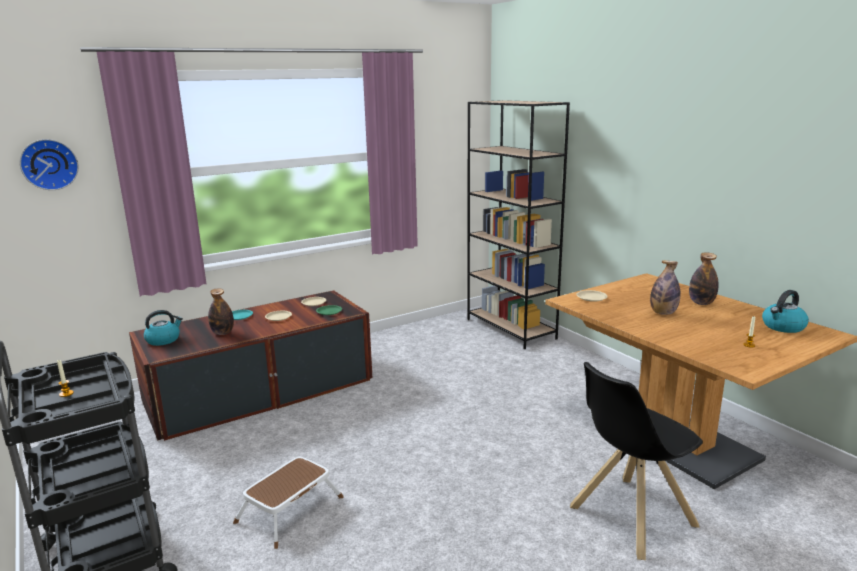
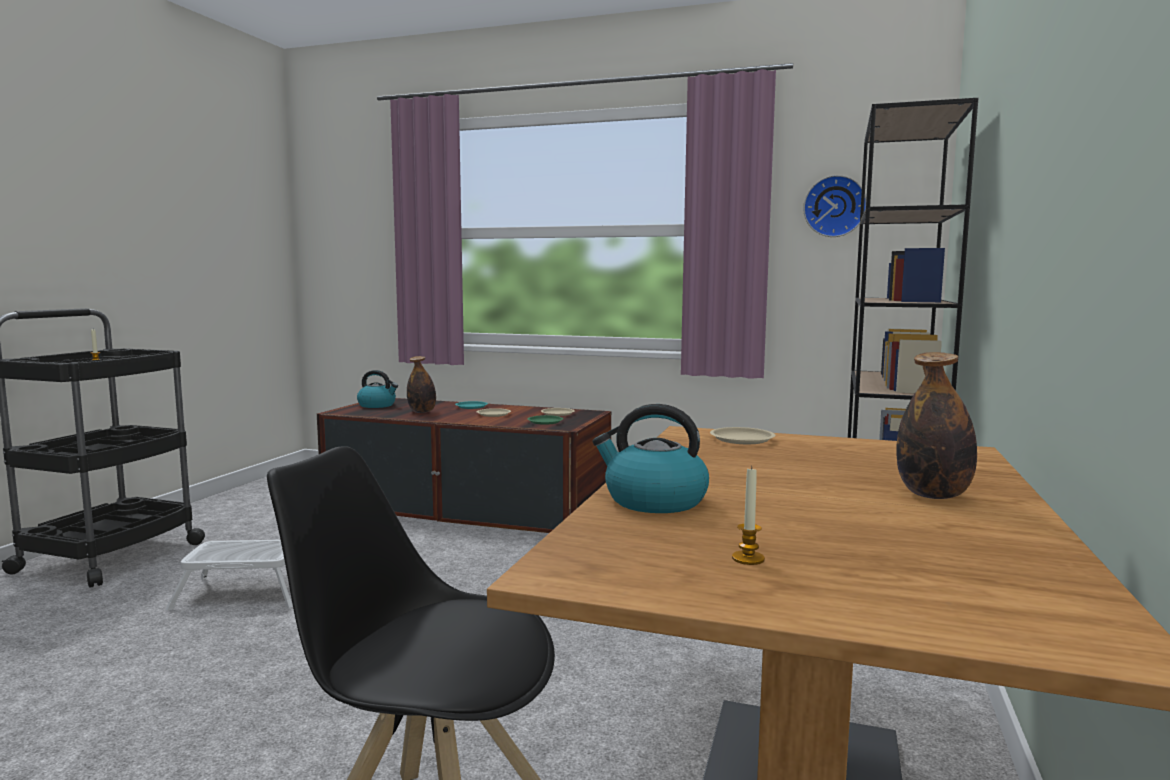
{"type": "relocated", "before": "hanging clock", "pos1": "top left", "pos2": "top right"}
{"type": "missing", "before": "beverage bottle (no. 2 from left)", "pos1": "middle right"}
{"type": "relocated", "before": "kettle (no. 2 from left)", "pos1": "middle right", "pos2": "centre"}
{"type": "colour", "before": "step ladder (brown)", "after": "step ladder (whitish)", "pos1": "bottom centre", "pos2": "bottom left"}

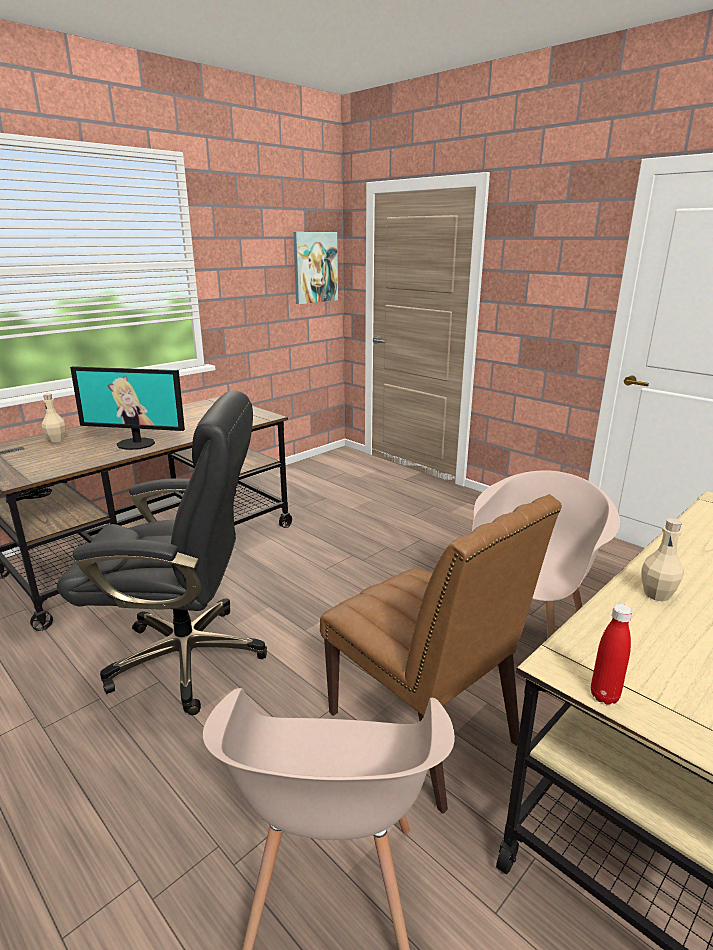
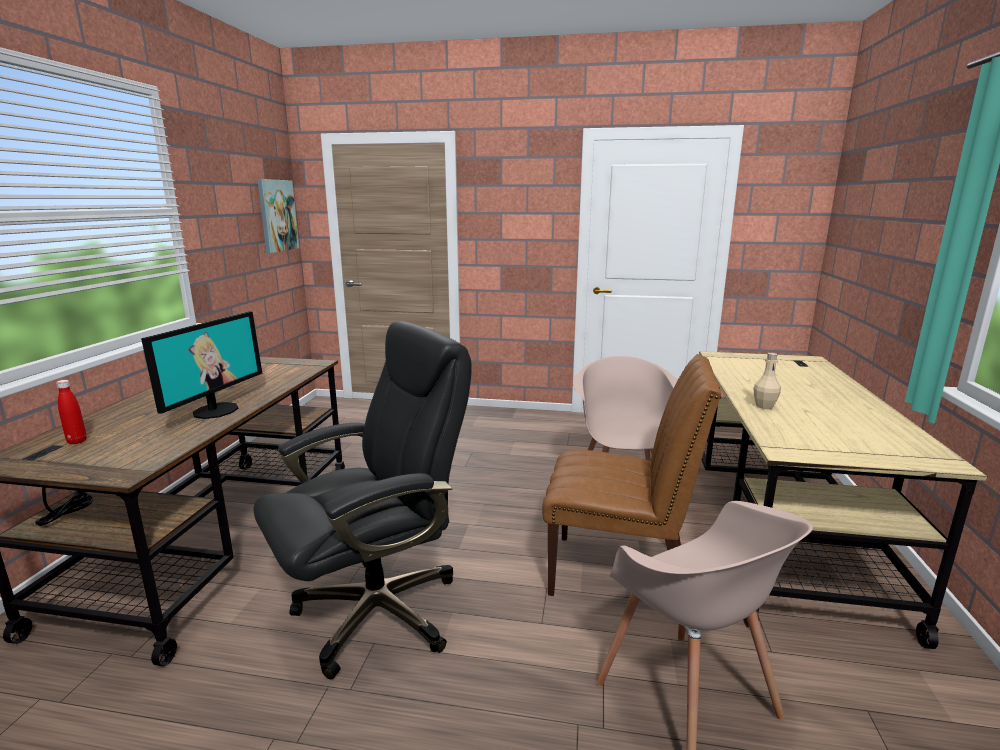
{"type": "spun", "before": "computer display", "pos1": "middle left", "pos2": "middle left", "turn": -45}
{"type": "missing", "before": "beverage bottle (sand-coloured) (no. 1 from left)", "pos1": "middle left"}
{"type": "relocated", "before": "beverage bottle (red-coloured)", "pos1": "bottom right", "pos2": "middle left"}

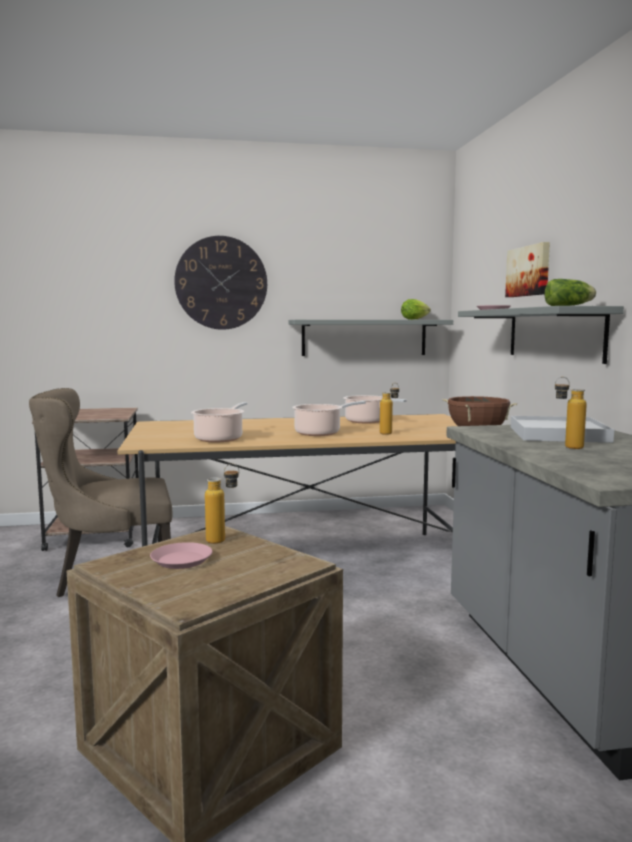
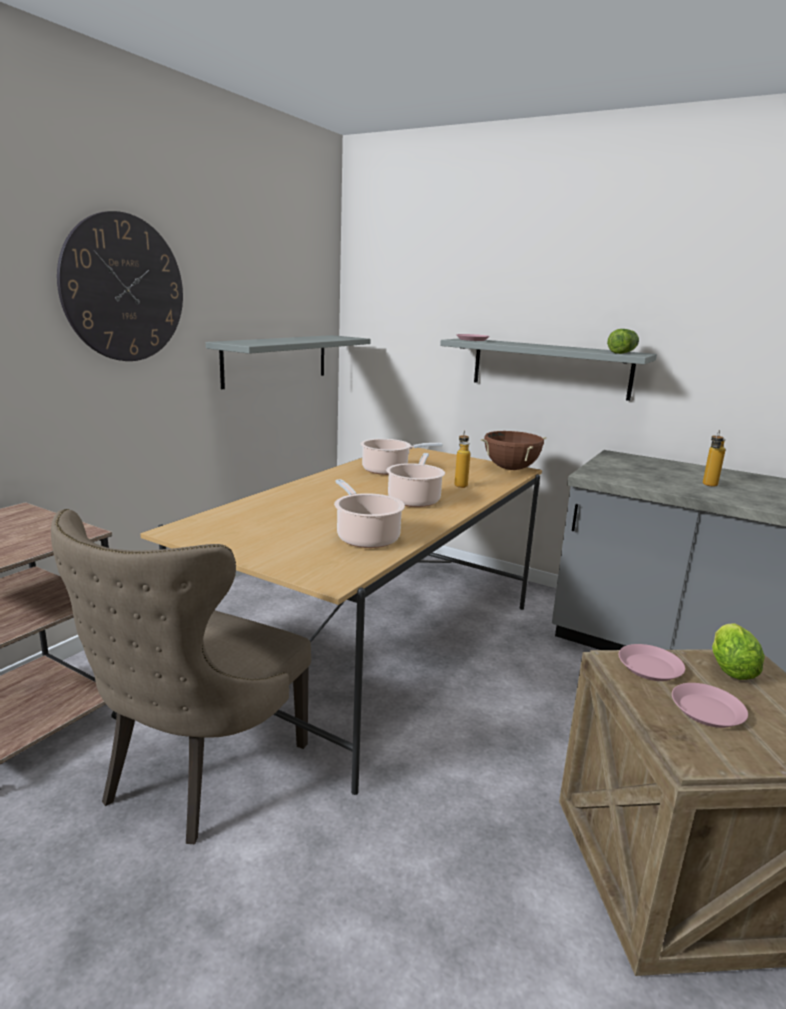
{"type": "missing", "before": "wall picture", "pos1": "top right"}
{"type": "relocated", "before": "lettuce head (no. 1 from left in the first image)", "after": "lettuce head (no. 2 from left)", "pos1": "centre", "pos2": "middle right"}
{"type": "missing", "before": "carrying tray (whitish)", "pos1": "middle right"}
{"type": "exchanged", "before": "beverage bottle (no. 1 from left)", "after": "flat dish (pinkish) (no. 2 from left)", "pos1": "centre", "pos2": "middle right"}

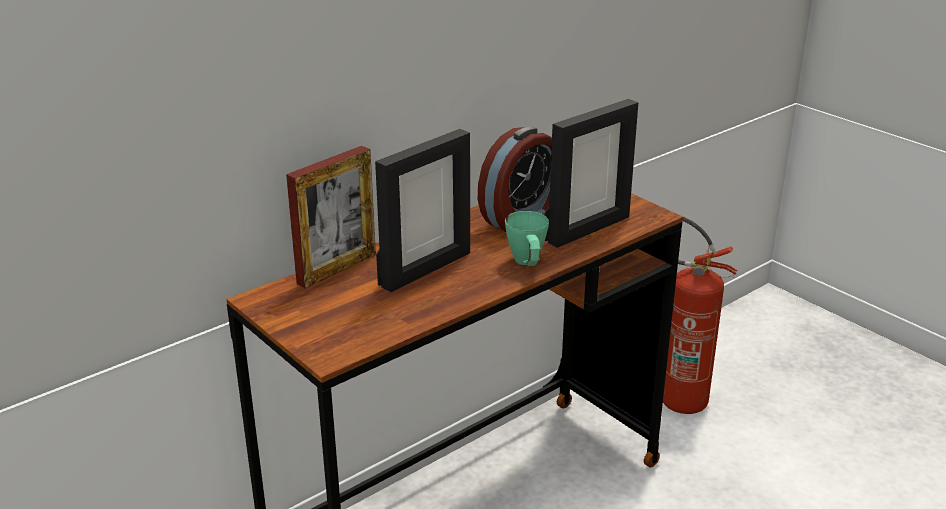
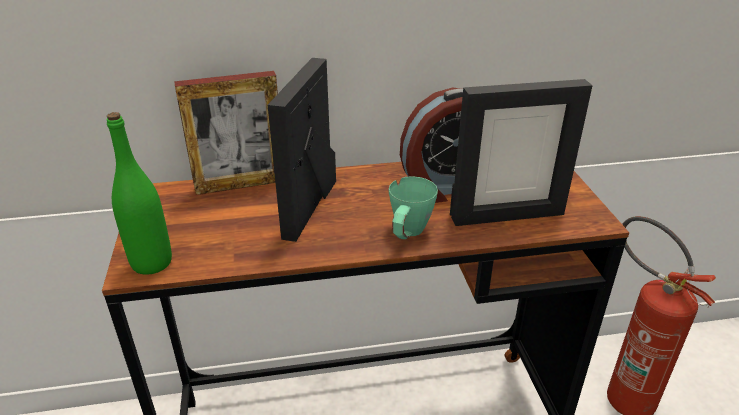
{"type": "spun", "before": "photo frame (no. 2 from left)", "pos1": "centre", "pos2": "centre", "turn": 120}
{"type": "appeared", "after": "beverage bottle (green)", "pos2": "middle left"}

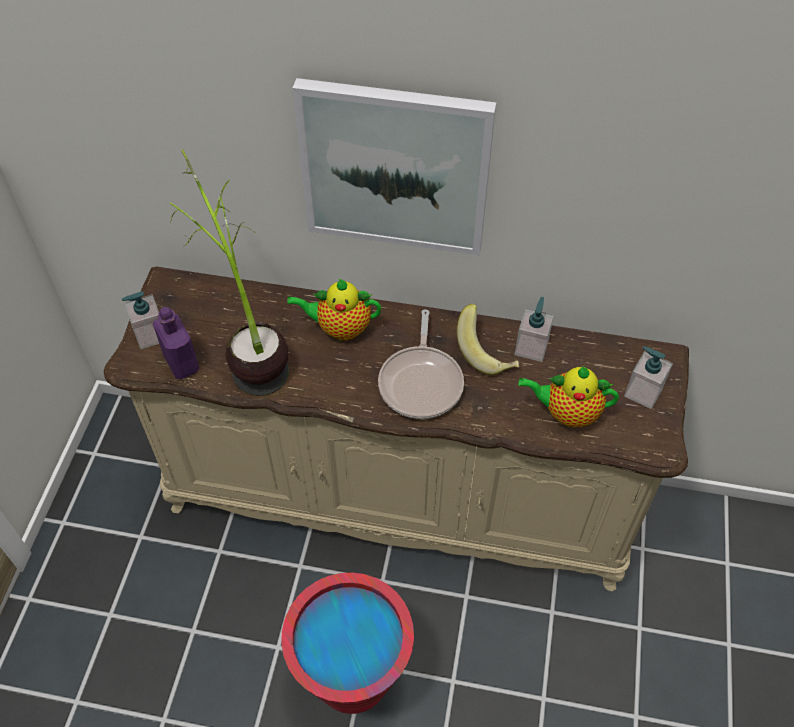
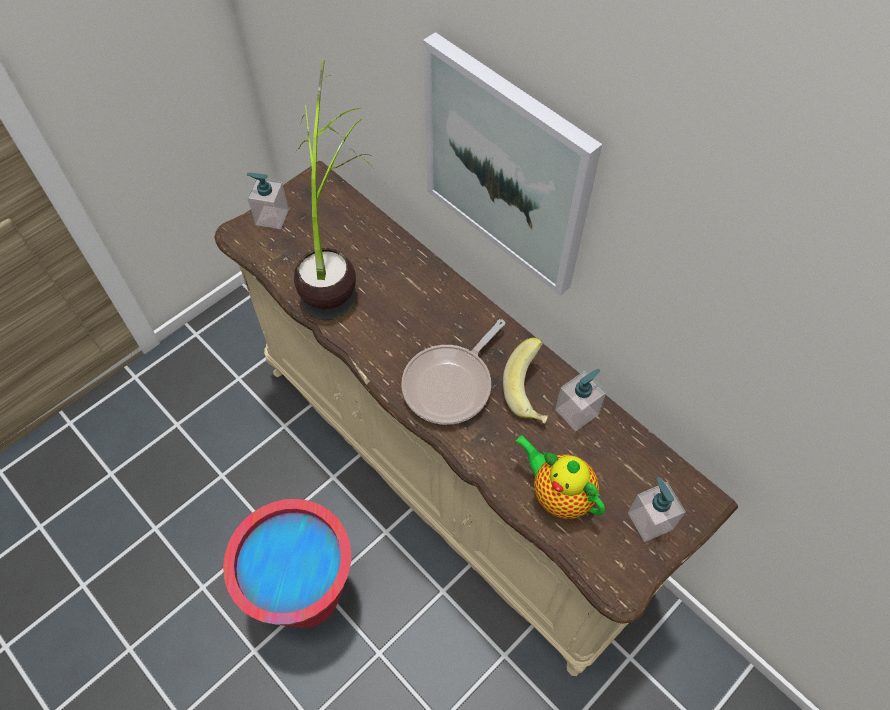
{"type": "missing", "before": "tea pot (no. 1 from left)", "pos1": "centre"}
{"type": "missing", "before": "beverage bottle (purple)", "pos1": "middle left"}

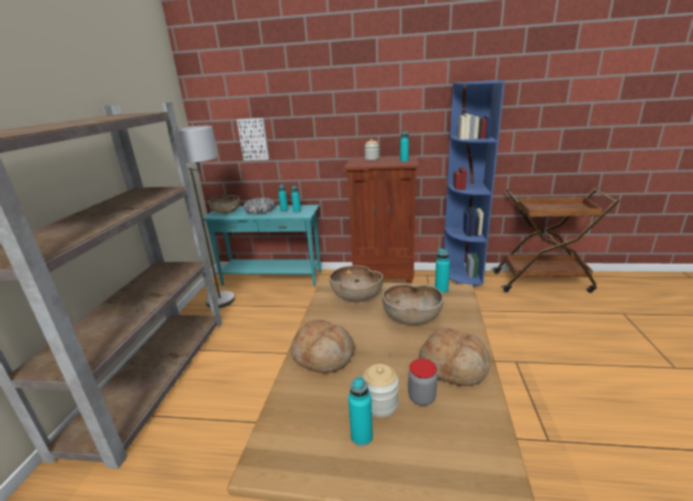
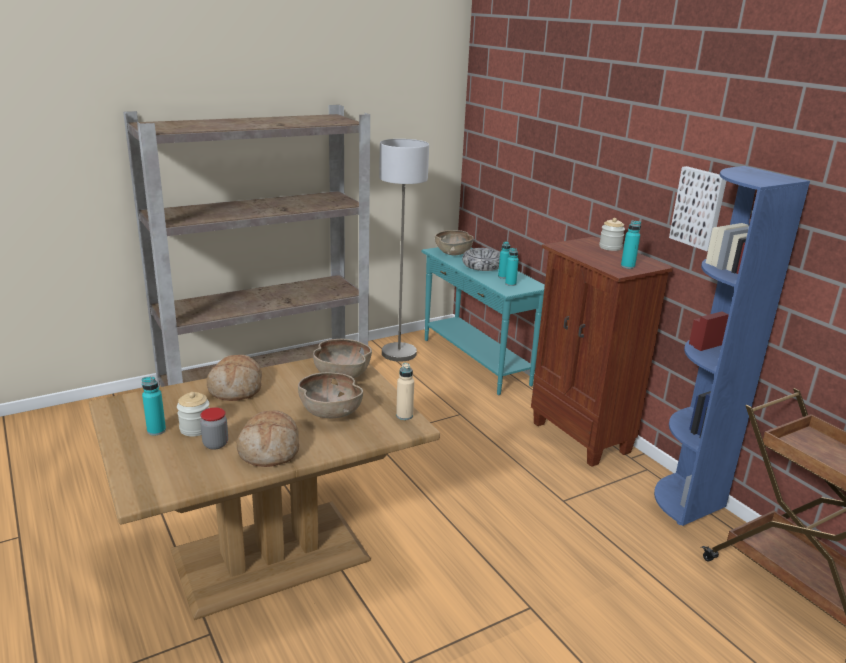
{"type": "relocated", "before": "wall picture", "pos1": "top centre", "pos2": "top right"}
{"type": "colour", "before": "beverage bottle (turquoise) (no. 5 from left)", "after": "beverage bottle (sand-coloured)", "pos1": "centre", "pos2": "centre"}

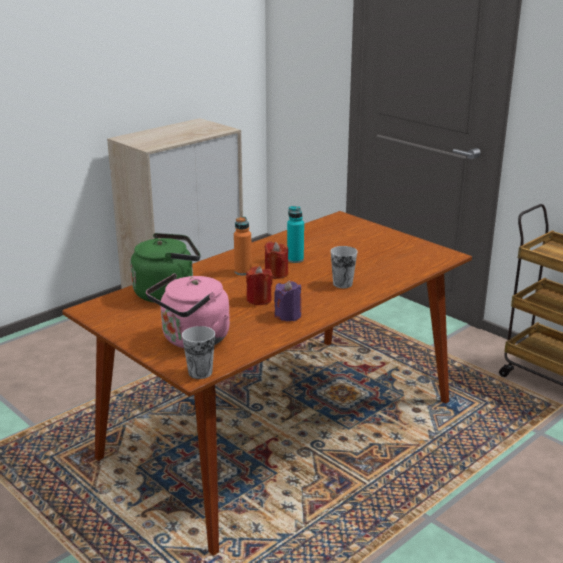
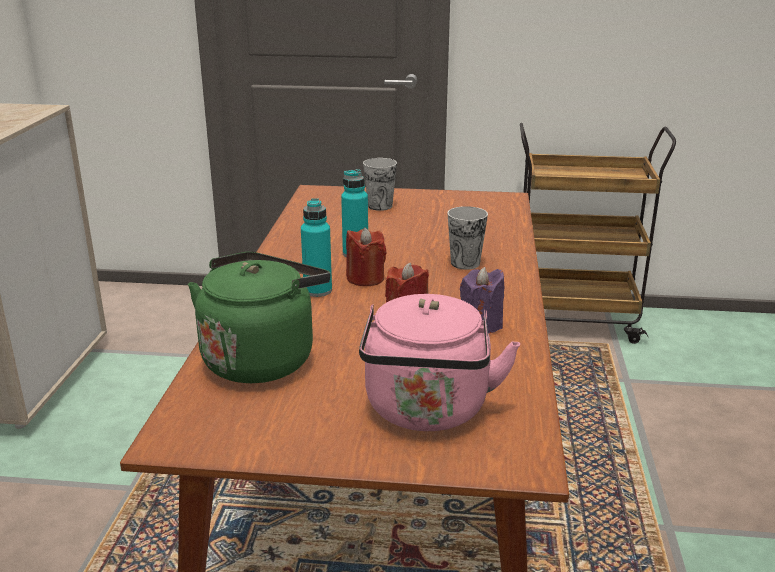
{"type": "colour", "before": "beverage bottle (orange-coloured)", "after": "beverage bottle (turquoise) (no. 1 from left)", "pos1": "centre", "pos2": "centre"}
{"type": "relocated", "before": "cup (no. 1 from left)", "pos1": "centre", "pos2": "top centre"}

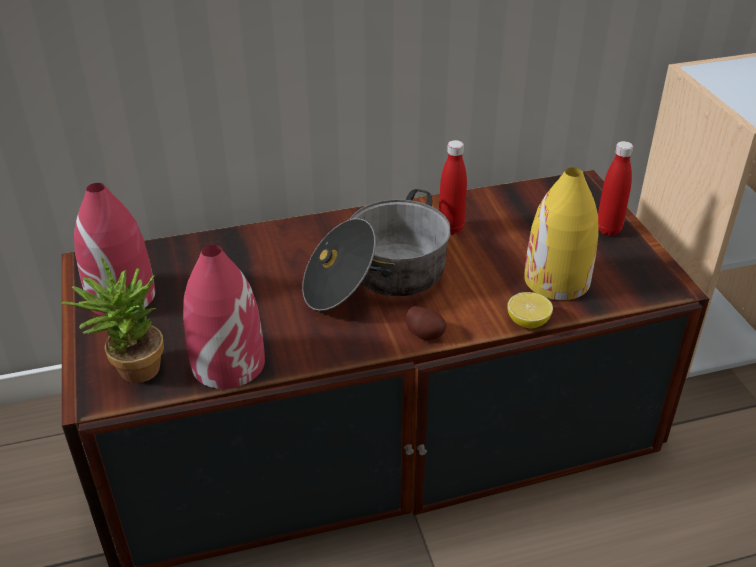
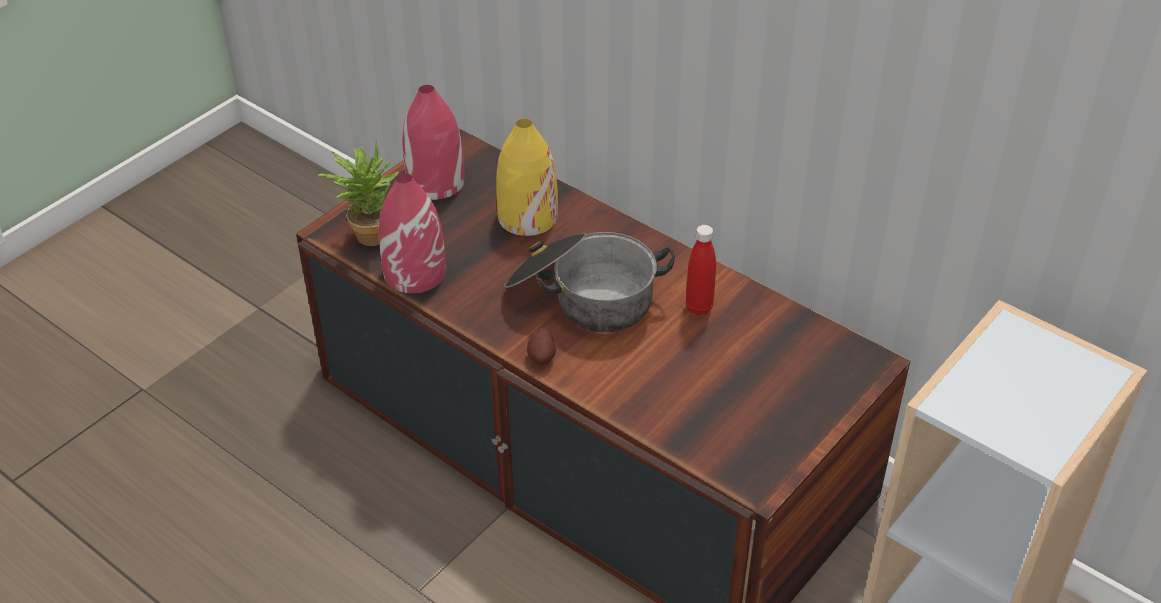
{"type": "missing", "before": "beverage bottle (red-coloured) (no. 2 from left)", "pos1": "top right"}
{"type": "relocated", "before": "flower vase (yellowish)", "pos1": "middle right", "pos2": "top centre"}
{"type": "missing", "before": "lemon", "pos1": "middle right"}

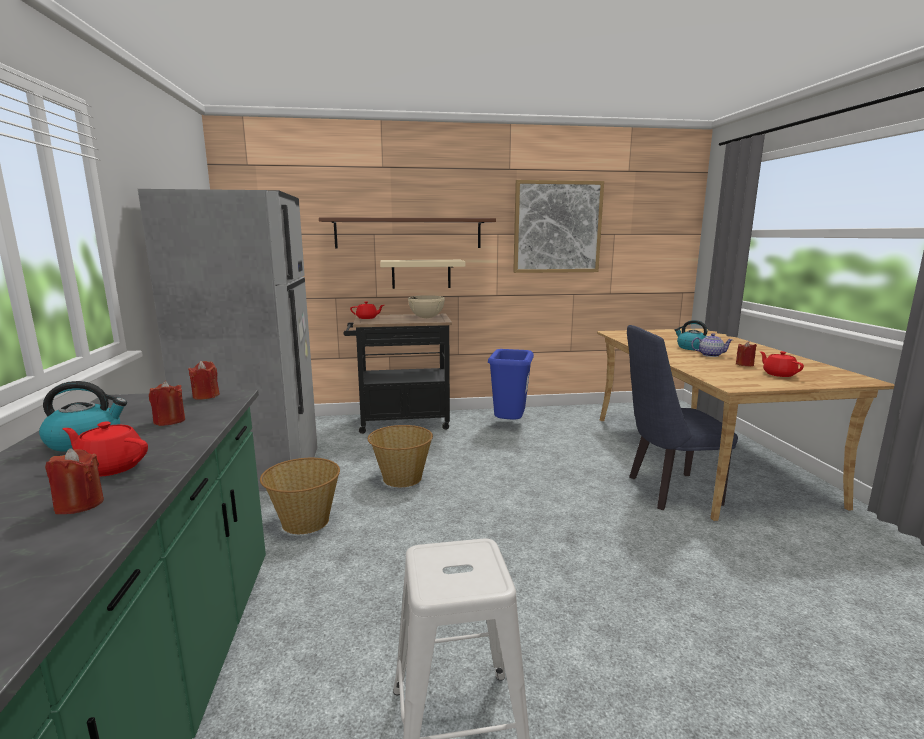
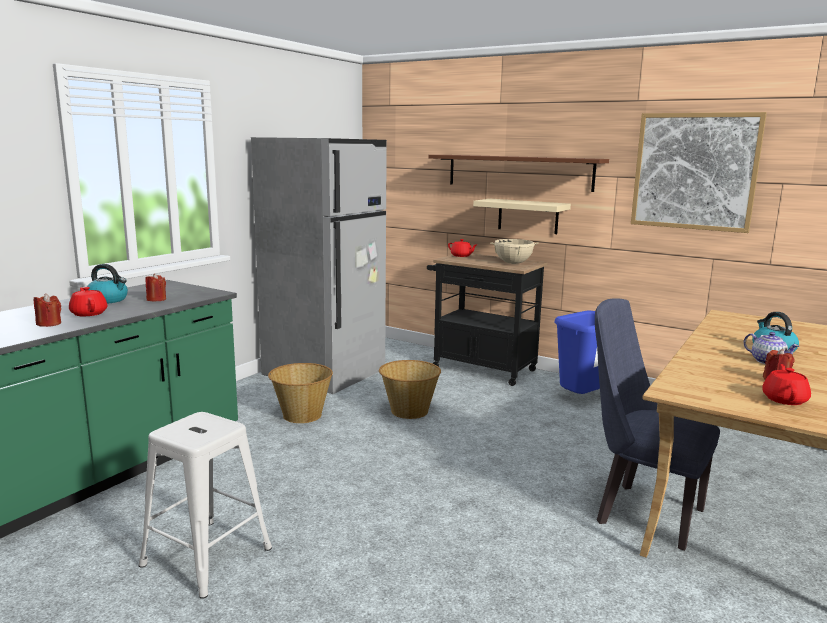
{"type": "missing", "before": "candle (red-coloured) (no. 3 from left)", "pos1": "middle left"}

